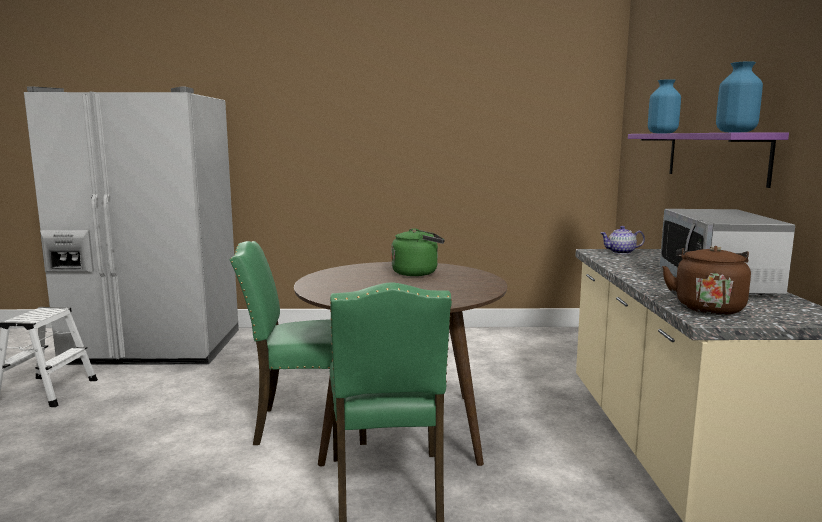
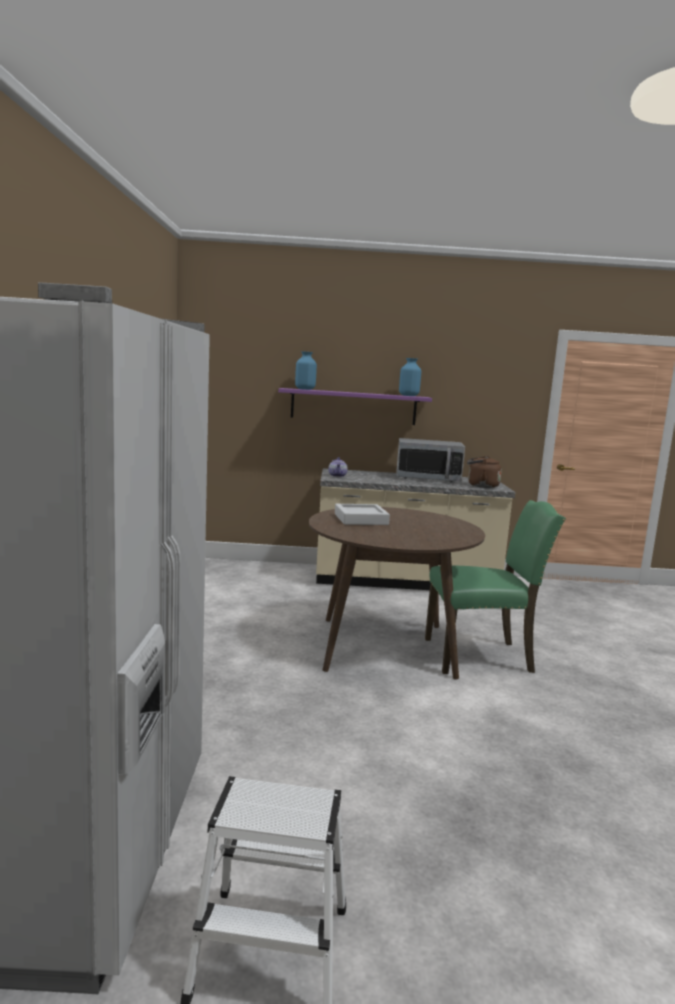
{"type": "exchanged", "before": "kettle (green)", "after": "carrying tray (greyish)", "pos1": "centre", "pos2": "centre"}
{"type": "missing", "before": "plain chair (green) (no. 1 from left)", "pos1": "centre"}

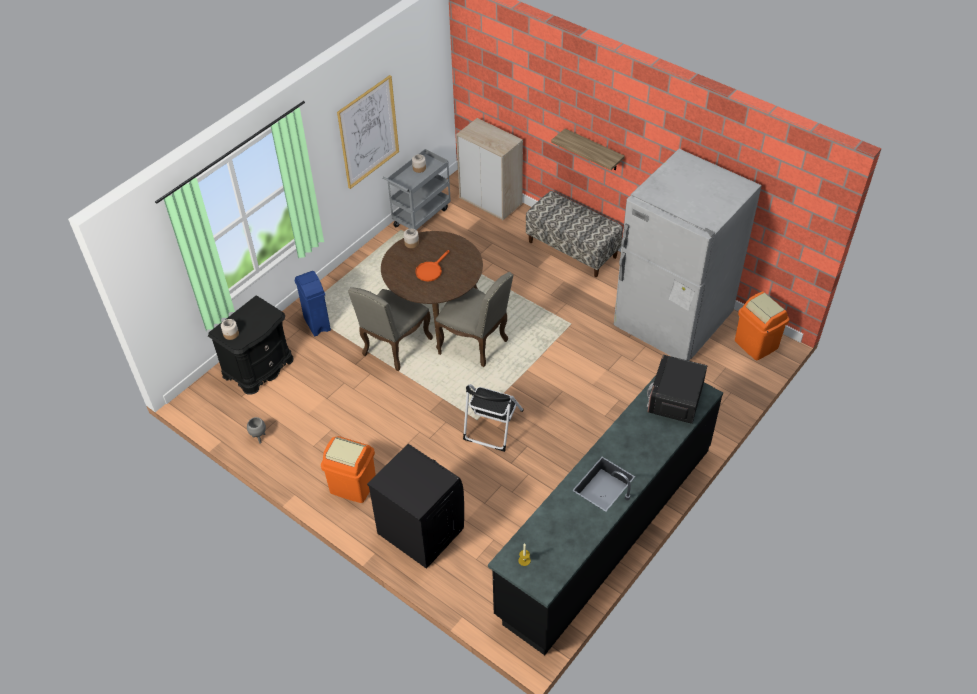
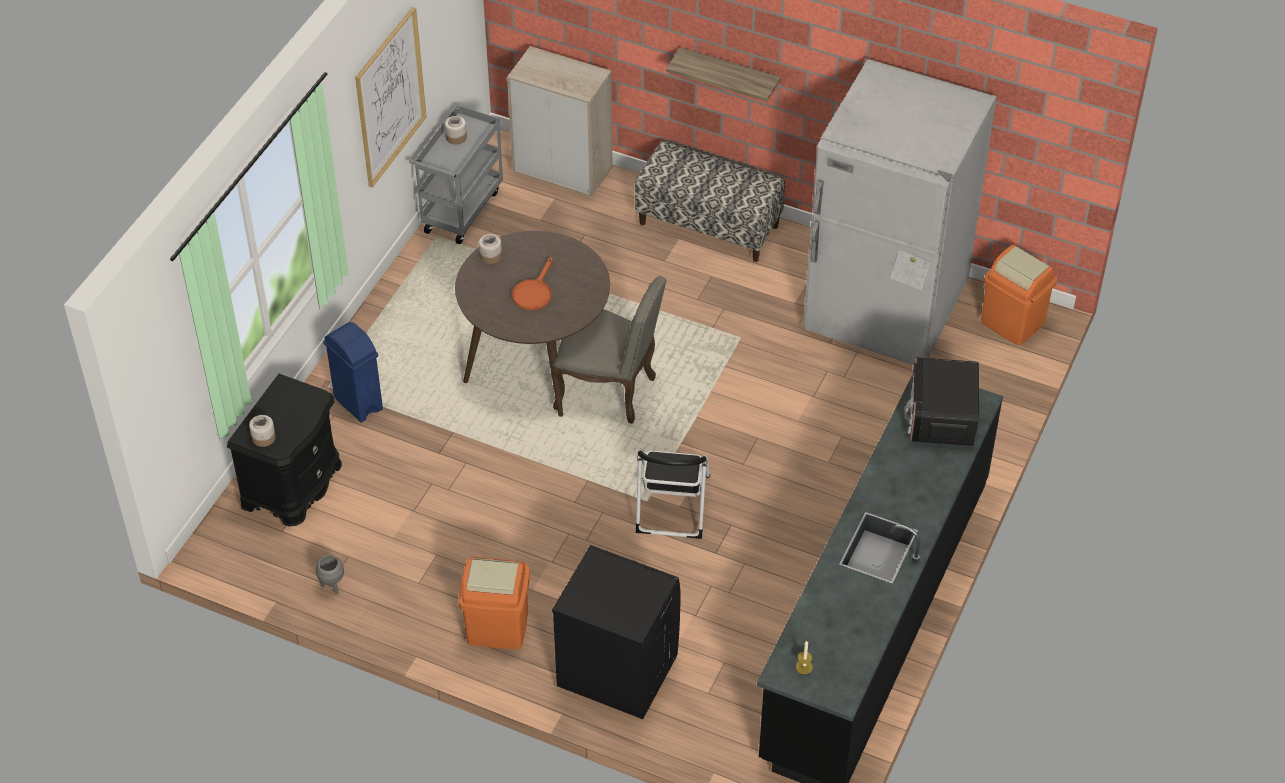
{"type": "missing", "before": "plain chair (greyish) (no. 1 from left)", "pos1": "centre"}

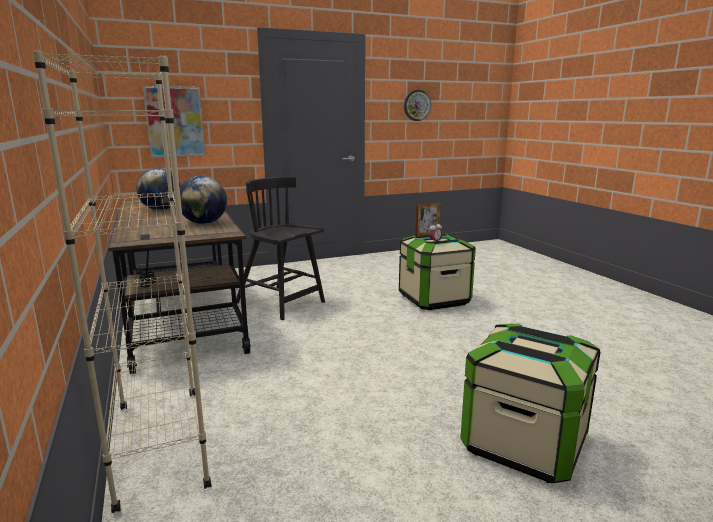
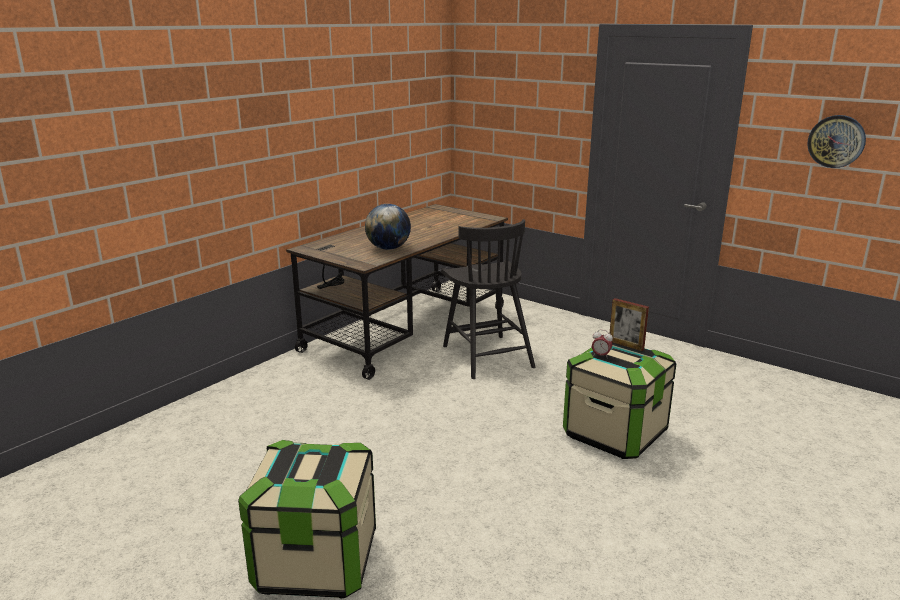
{"type": "missing", "before": "bookcase (sand-coloured)", "pos1": "middle left"}
{"type": "missing", "before": "wall picture", "pos1": "top left"}
{"type": "missing", "before": "world globe (no. 1 from left)", "pos1": "middle left"}
{"type": "spun", "before": "plain chair (black)", "pos1": "centre", "pos2": "centre", "turn": 150}

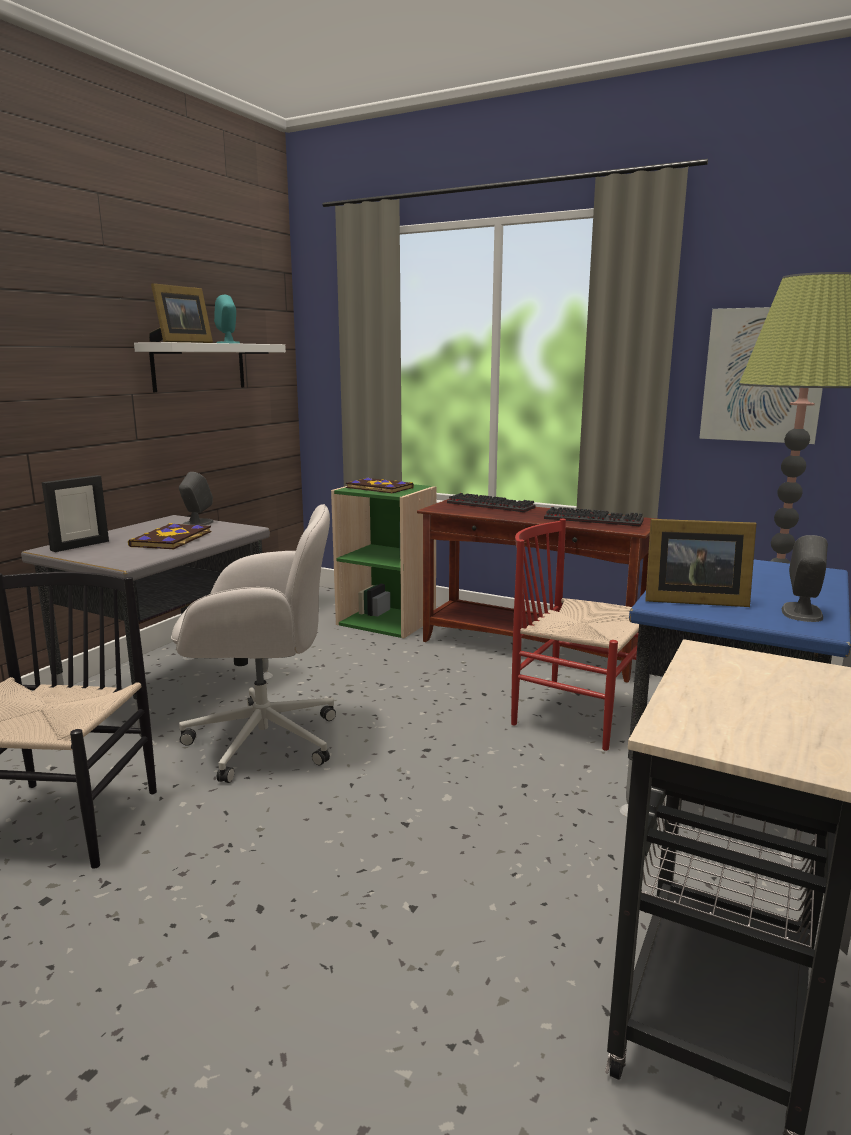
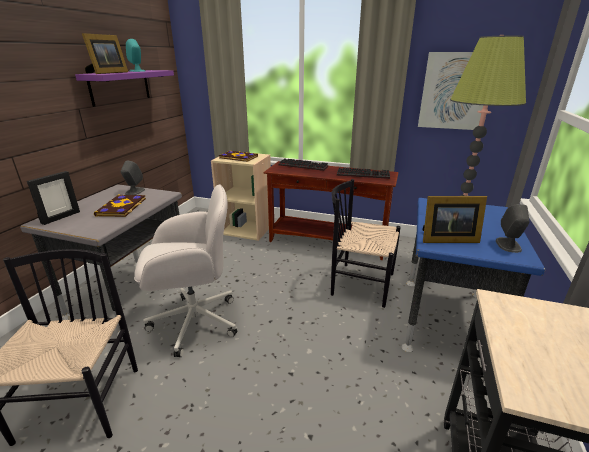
{"type": "colour", "before": "wall shelf (whitish)", "after": "wall shelf (purple)", "pos1": "top left", "pos2": "top left"}
{"type": "colour", "before": "bookcase (green)", "after": "bookcase (sand-coloured)", "pos1": "centre", "pos2": "centre"}
{"type": "colour", "before": "plain chair (red-coloured)", "after": "plain chair (black) (no. 2 from left)", "pos1": "middle right", "pos2": "centre"}

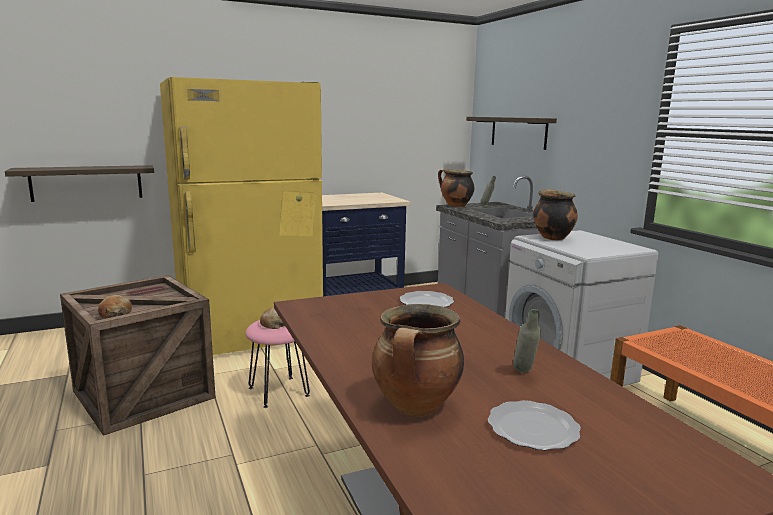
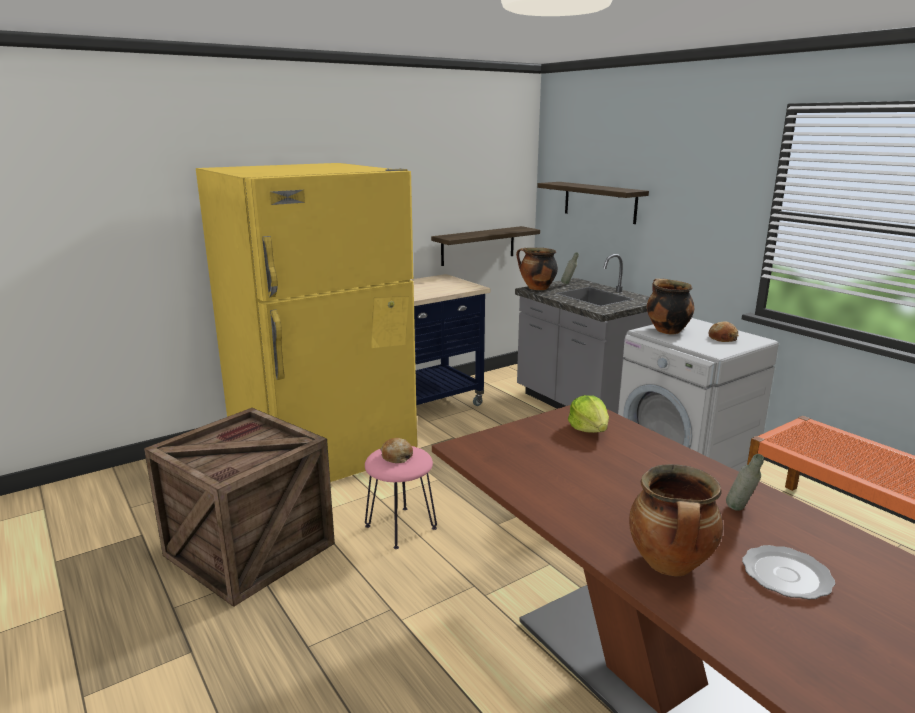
{"type": "relocated", "before": "wall shelf (no. 1 from left)", "pos1": "middle left", "pos2": "centre"}
{"type": "exchanged", "before": "flat dish (no. 1 from left)", "after": "lettuce head", "pos1": "centre", "pos2": "centre"}
{"type": "relocated", "before": "bakery bread (no. 1 from left in the first image)", "after": "bakery bread (no. 2 from left)", "pos1": "middle left", "pos2": "middle right"}

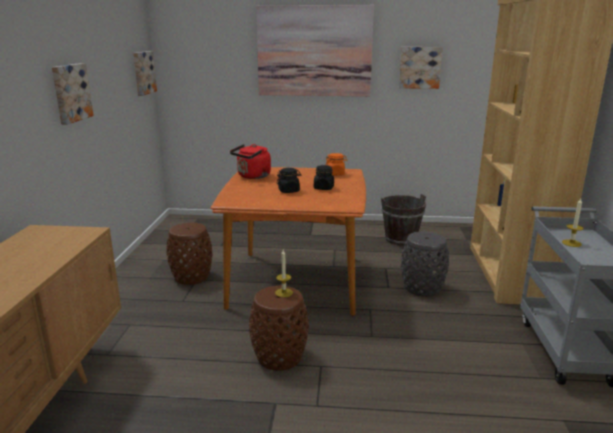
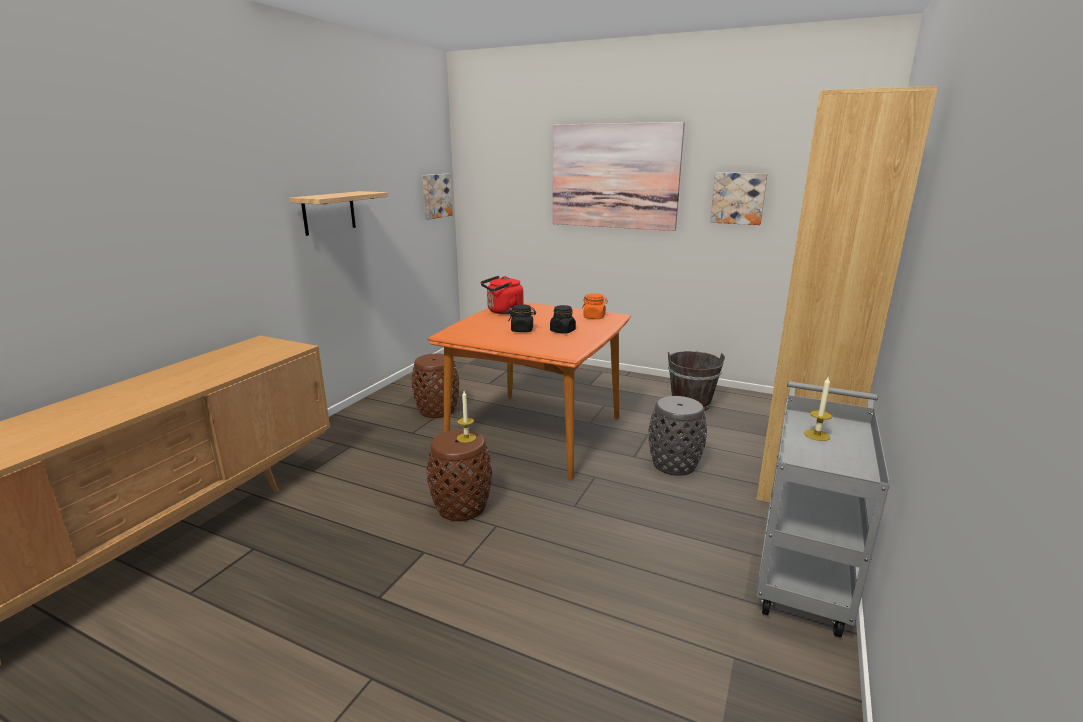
{"type": "exchanged", "before": "wall picture (no. 1 from left)", "after": "wall shelf", "pos1": "top left", "pos2": "top left"}

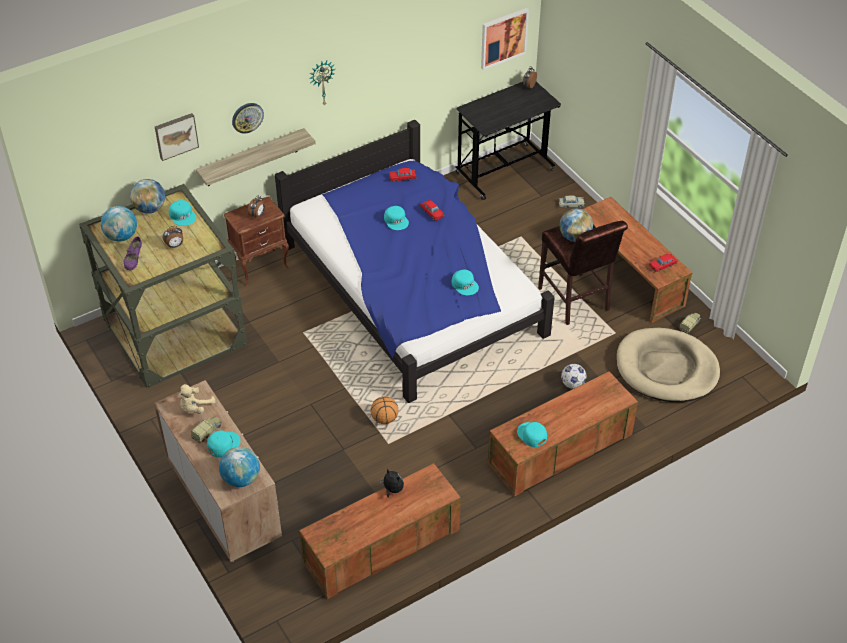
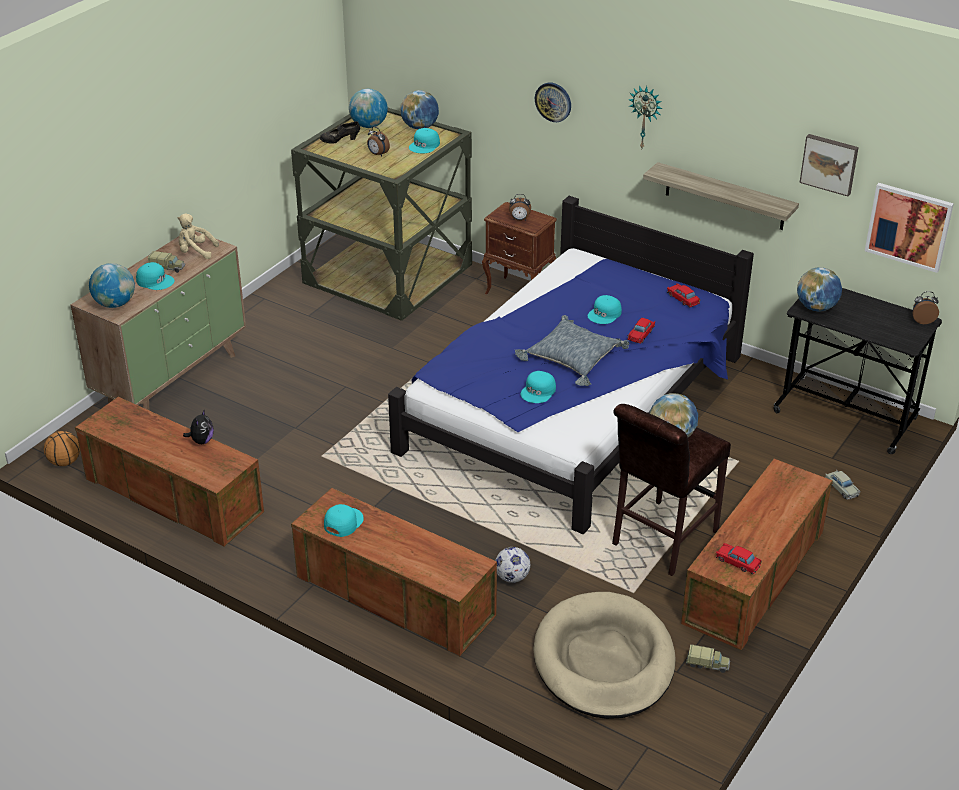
{"type": "relocated", "before": "wall picture (no. 1 from left)", "pos1": "top left", "pos2": "top right"}
{"type": "relocated", "before": "wall shelf", "pos1": "top left", "pos2": "top right"}
{"type": "colour", "before": "low shoe (purple)", "after": "low shoe (black)", "pos1": "middle left", "pos2": "top centre"}
{"type": "relocated", "before": "basketball", "pos1": "centre", "pos2": "middle left"}
{"type": "appeared", "after": "world globe (no. 5 from left)", "pos2": "middle right"}
{"type": "appeared", "after": "throw pillow", "pos2": "centre"}

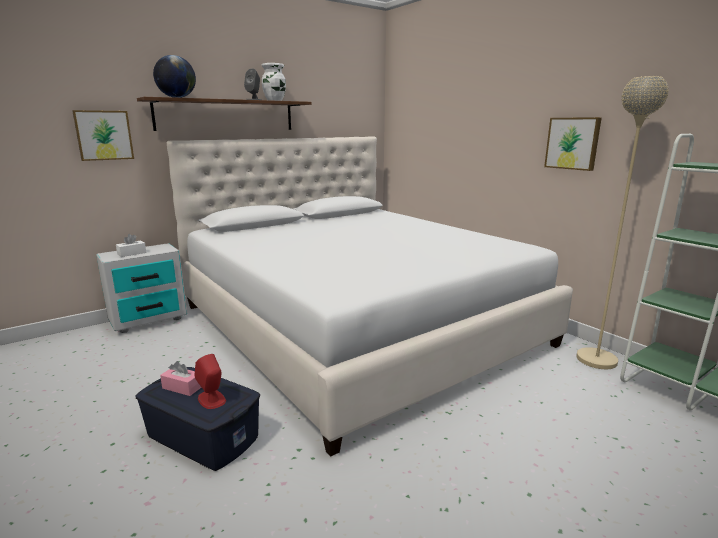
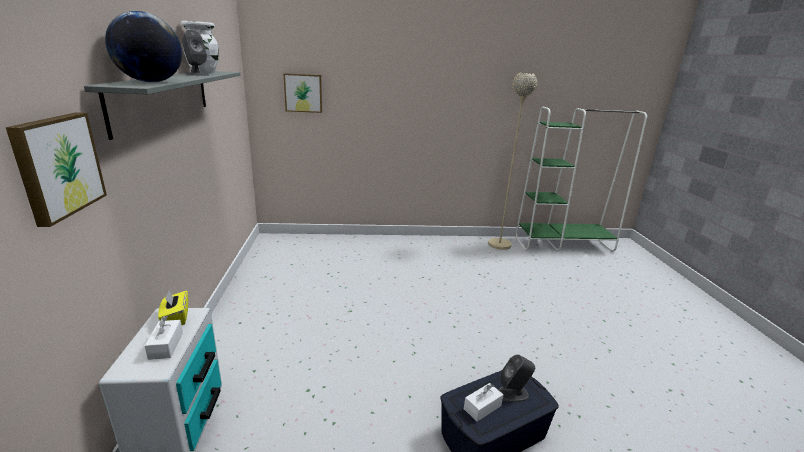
{"type": "colour", "before": "wall shelf (brown)", "after": "wall shelf (greyish)", "pos1": "top left", "pos2": "top left"}
{"type": "relocated", "before": "wall picture (no. 2 from left)", "pos1": "top right", "pos2": "top centre"}
{"type": "missing", "before": "sleeping bed (whitish)", "pos1": "centre"}
{"type": "colour", "before": "speaker (red-coloured)", "after": "speaker (greyish) (no. 2 from left)", "pos1": "bottom left", "pos2": "bottom centre"}
{"type": "colour", "before": "tissue box (pinkish)", "after": "tissue box (whitish) (no. 2 from left)", "pos1": "bottom left", "pos2": "bottom centre"}
{"type": "appeared", "after": "tissue box (yellowish)", "pos2": "bottom left"}

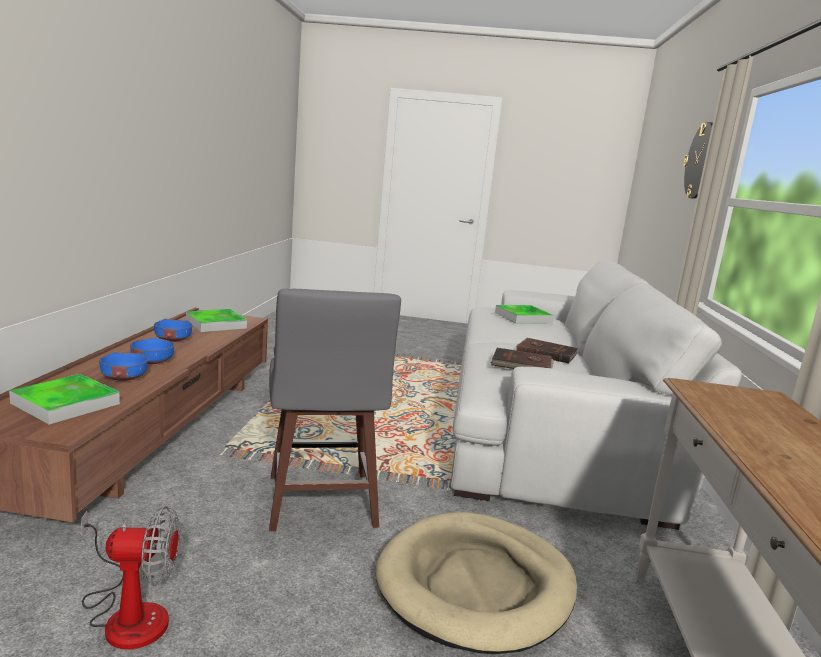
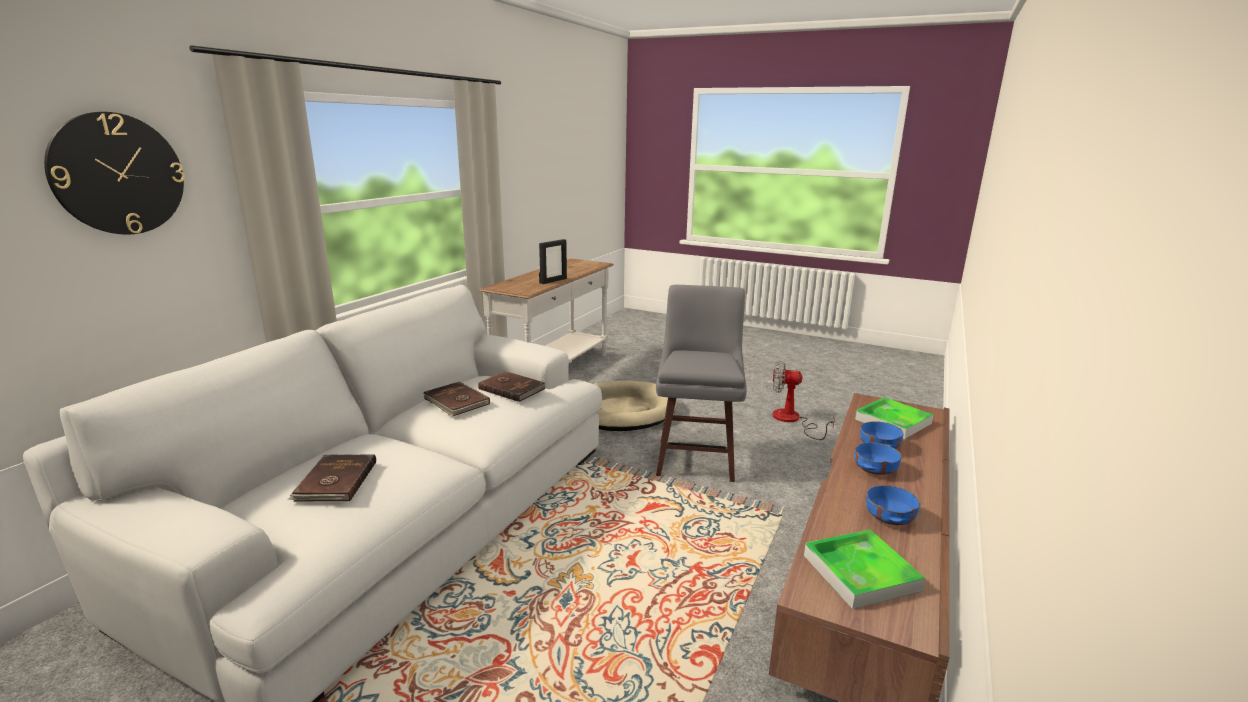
{"type": "exchanged", "before": "carrying tray (no. 3 from left)", "after": "bound book (brown) (no. 1 from left)", "pos1": "centre", "pos2": "bottom left"}
{"type": "appeared", "after": "photo frame", "pos2": "centre"}

